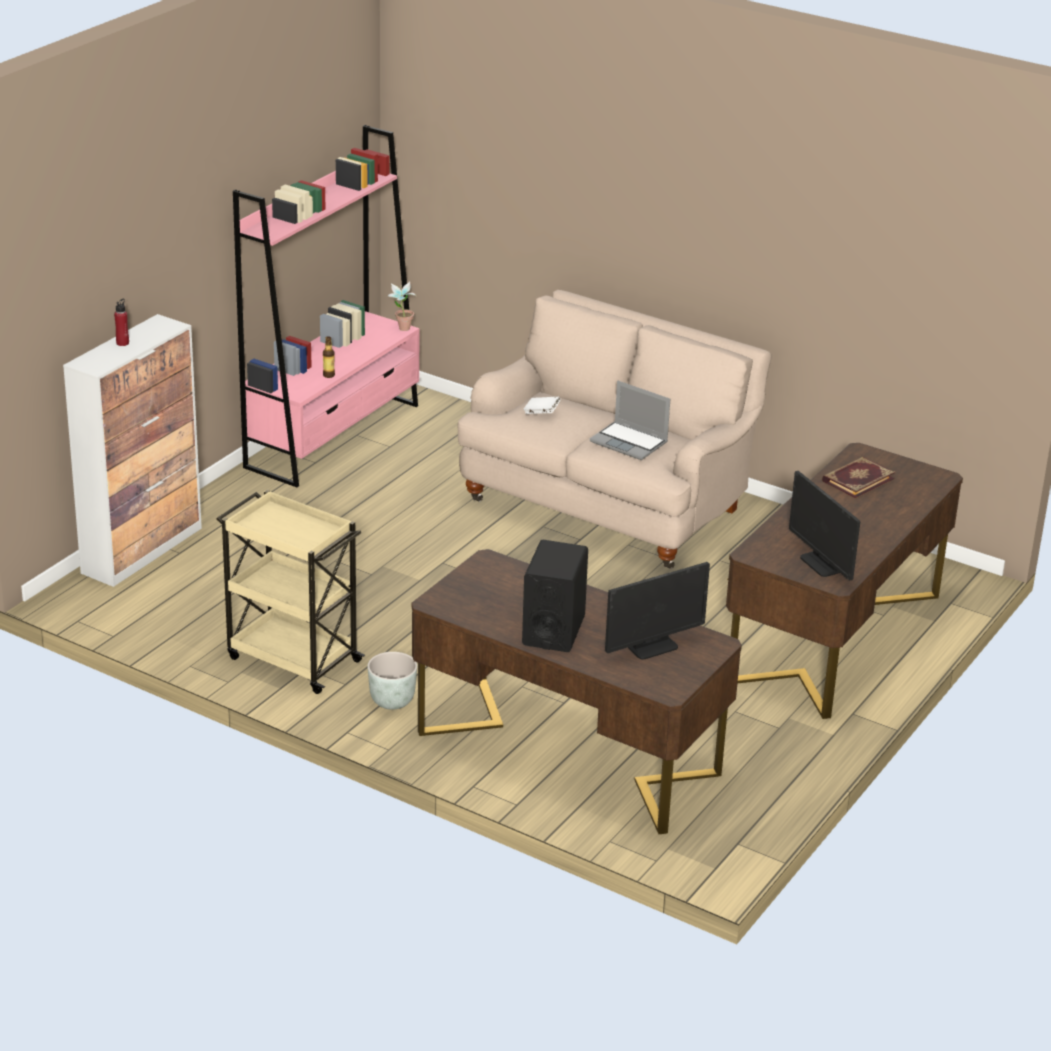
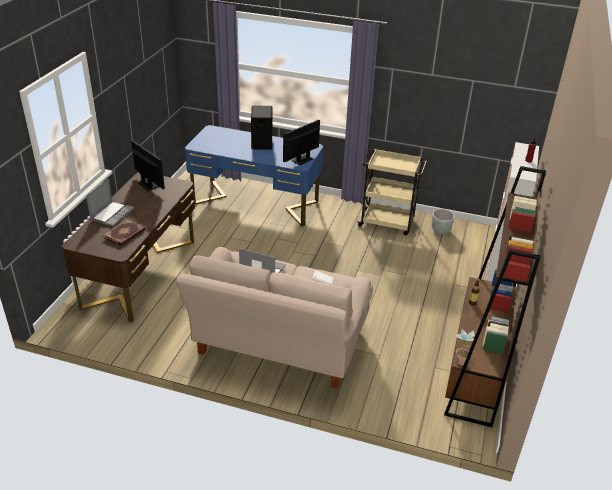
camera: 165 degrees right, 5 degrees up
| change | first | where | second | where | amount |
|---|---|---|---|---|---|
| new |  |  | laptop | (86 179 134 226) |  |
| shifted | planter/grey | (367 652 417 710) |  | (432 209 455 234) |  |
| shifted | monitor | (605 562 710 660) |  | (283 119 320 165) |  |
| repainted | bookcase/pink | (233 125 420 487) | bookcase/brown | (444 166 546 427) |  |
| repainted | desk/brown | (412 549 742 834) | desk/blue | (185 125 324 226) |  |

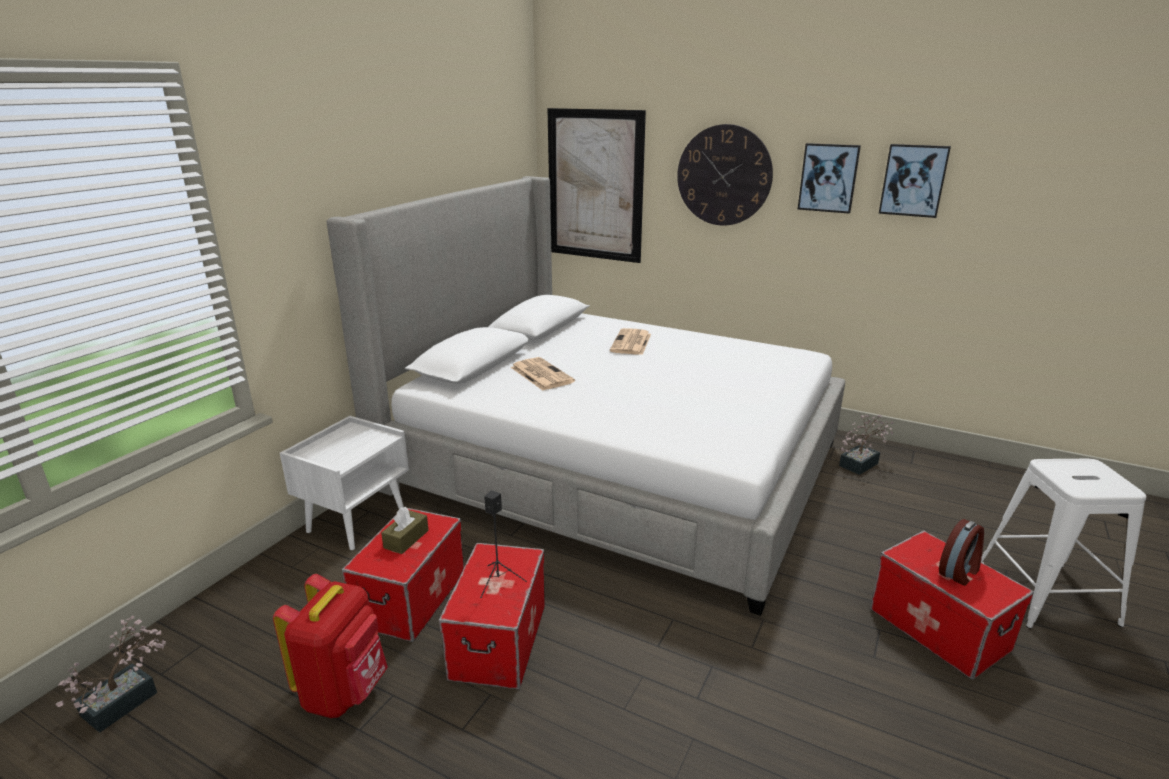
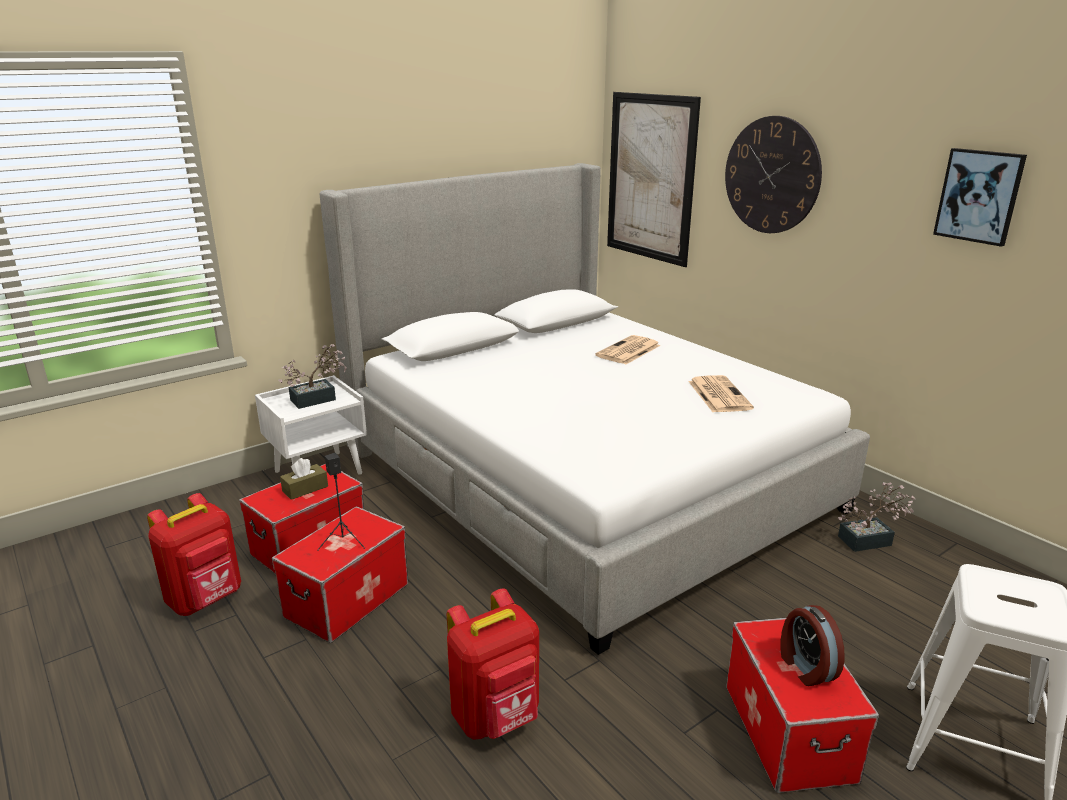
camera: 25 degrees right, 0 degrees up
| change | first | where | second | where | amount |
|---|---|---|---|---|---|
| gone | picture | (798 143 861 214) |  |  |  |
| new |  |  | backpack/red | (447 588 539 740) |  |
| shifted | potted plant | (56 616 166 733) |  | (279 344 347 409) |  |
| shifted | newspaper | (510 357 575 391) |  | (688 375 754 412) |  |
| rotated | alarm clock | (939 519 984 586) |  | (781 605 845 686) | 90 degrees clockwise |

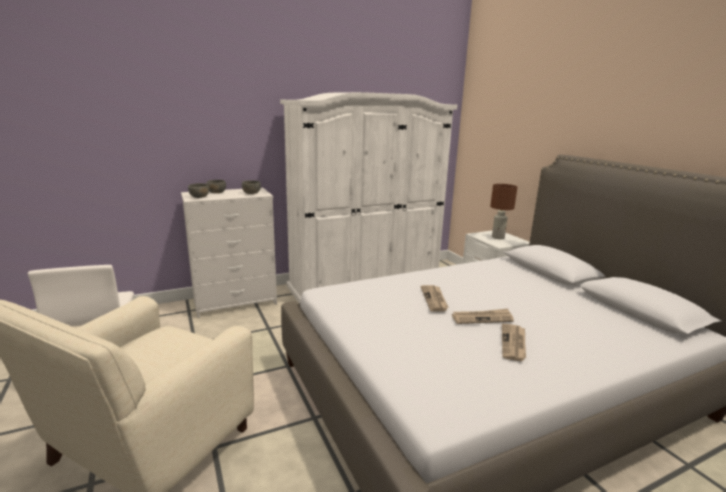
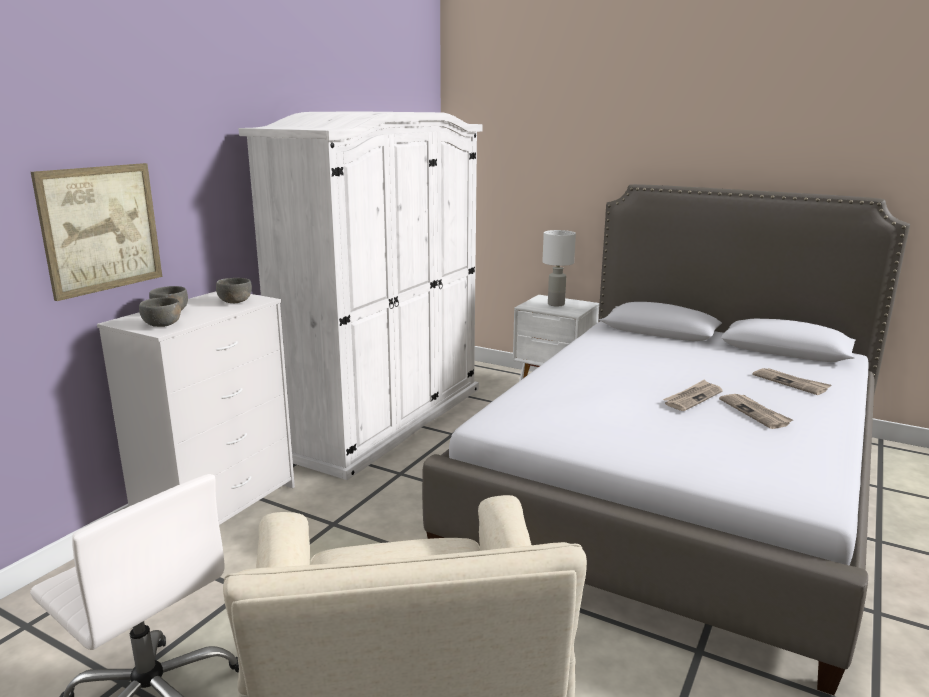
camera: 35 degrees left, 0 degrees up
| change | first | where | second | where | amount |
|---|---|---|---|---|---|
| new |  |  | picture | (31 163 162 301) |  |
| shifted | newspaper | (421 285 449 312) |  | (752 368 831 395) |  |
| repainted | table lamp/brown | (490 184 517 239) | table lamp/white | (542 230 576 306) |  |

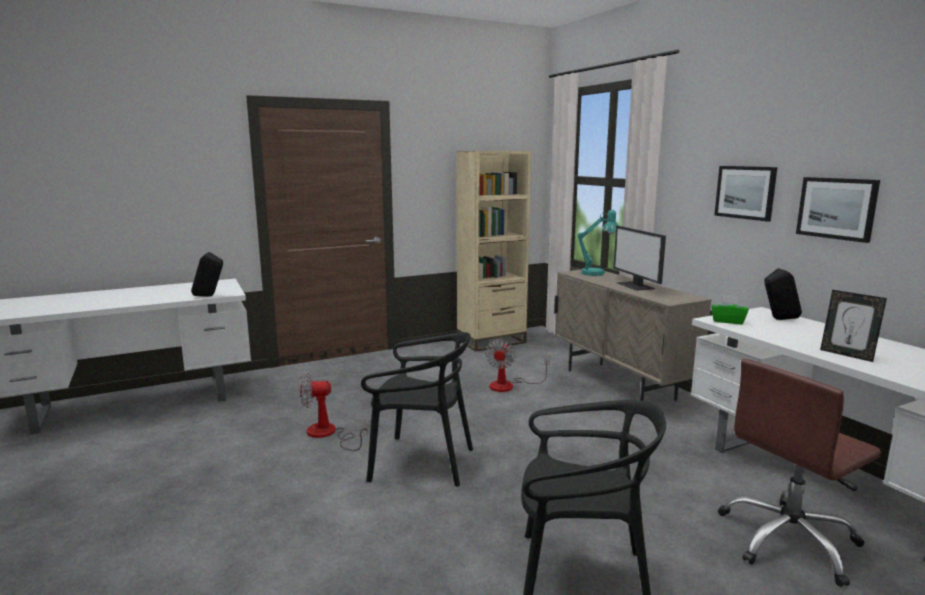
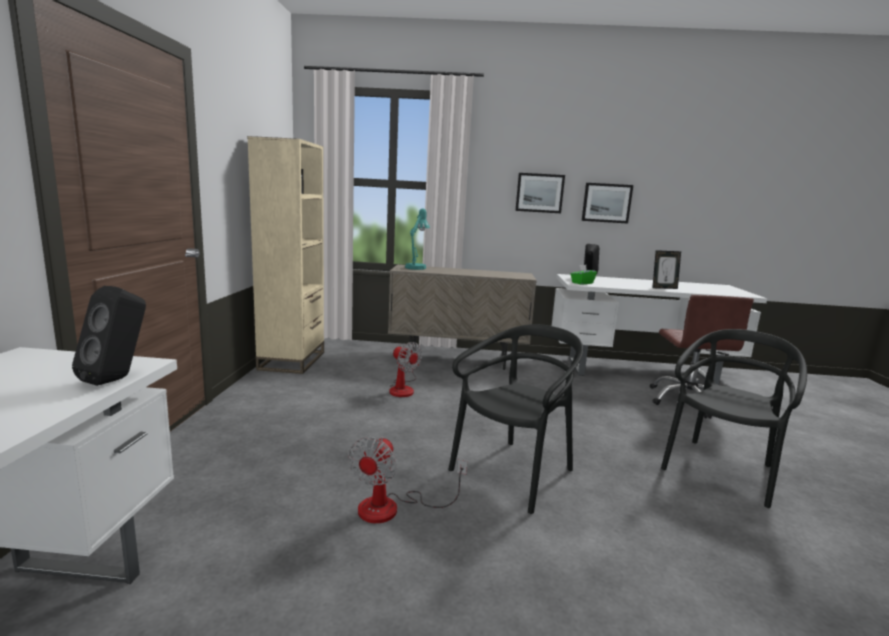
camera: 60 degrees left, 0 degrees up
| change | first | where | second | where | amount |
|---|---|---|---|---|---|
| gone | monitor | (614 226 666 291) |  |  |  |

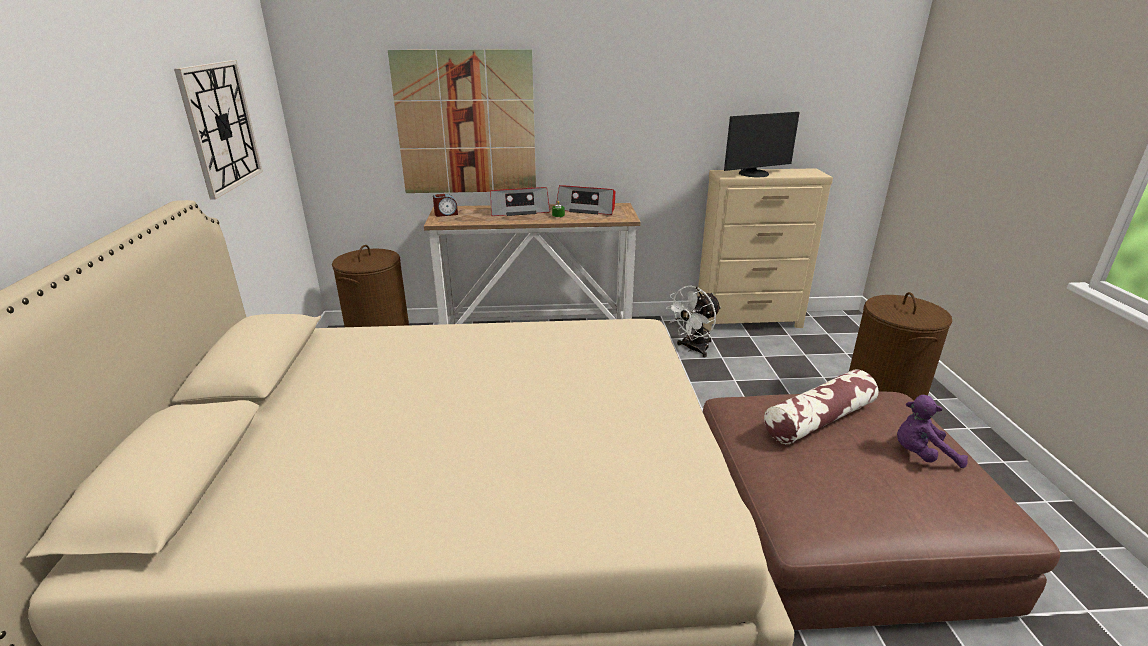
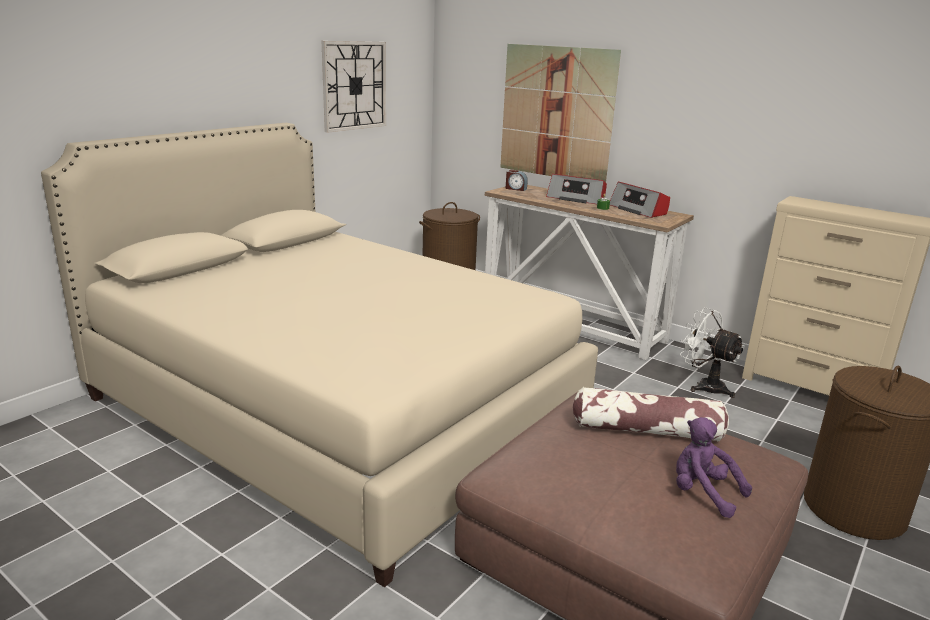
camera: 40 degrees right, 5 degrees down
| change | first | where | second | where | amount |
|---|---|---|---|---|---|
| gone | monitor | (724 112 800 177) |  |  |  |
| rotated | fan/white | (666 285 721 357) |  | (680 307 744 398) | 45 degrees clockwise |

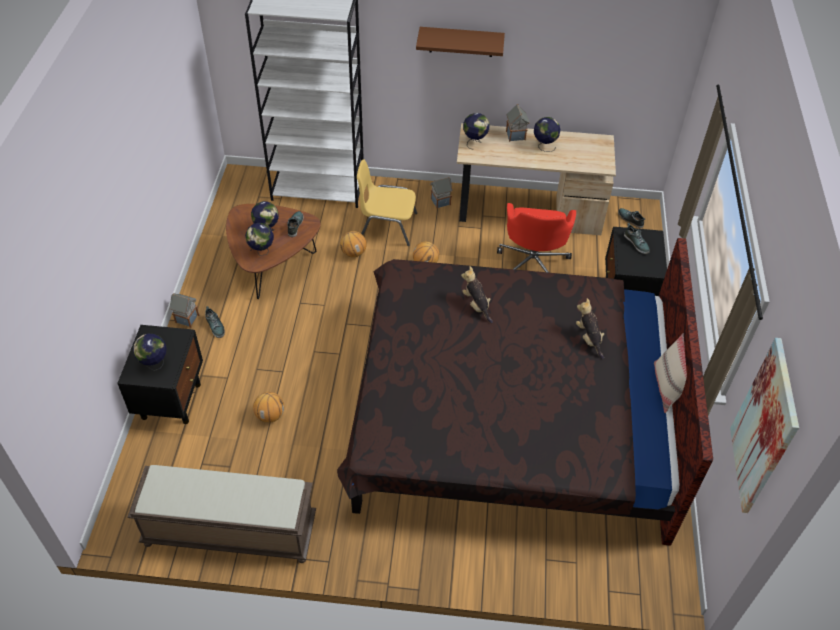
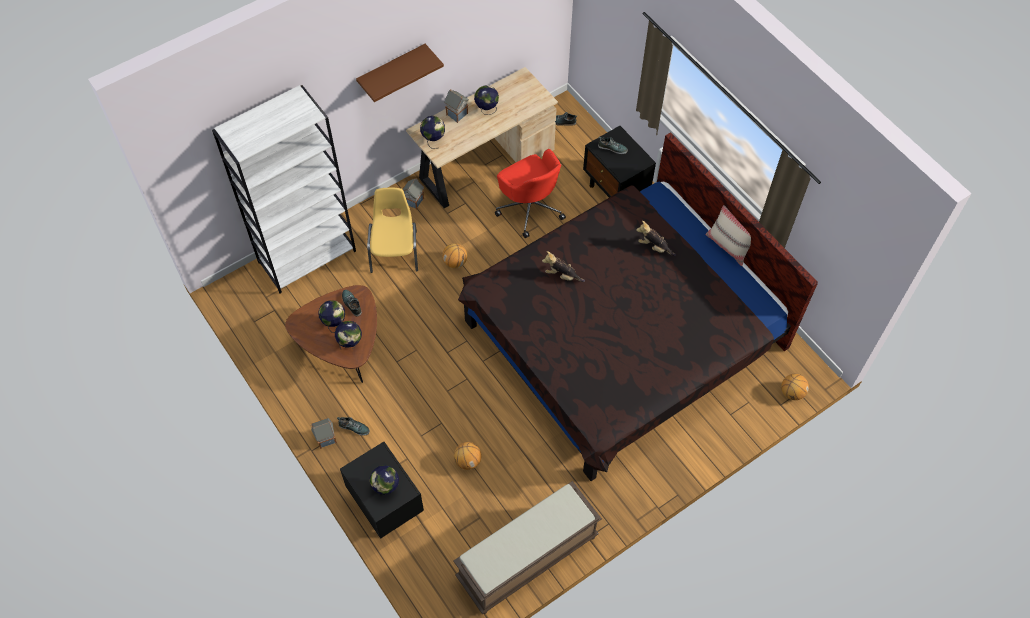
camera: 40 degrees left, 10 degrees up
| change | first | where | second | where | amount |
|---|---|---|---|---|---|
| gone | picture | (730 338 799 513) |  |  |  |
| shifted | basketball | (340 231 367 257) |  | (781 374 809 400) |  |
| rotated | chair/yellow | (357 159 417 246) |  | (367 188 418 273) | 120 degrees clockwise |

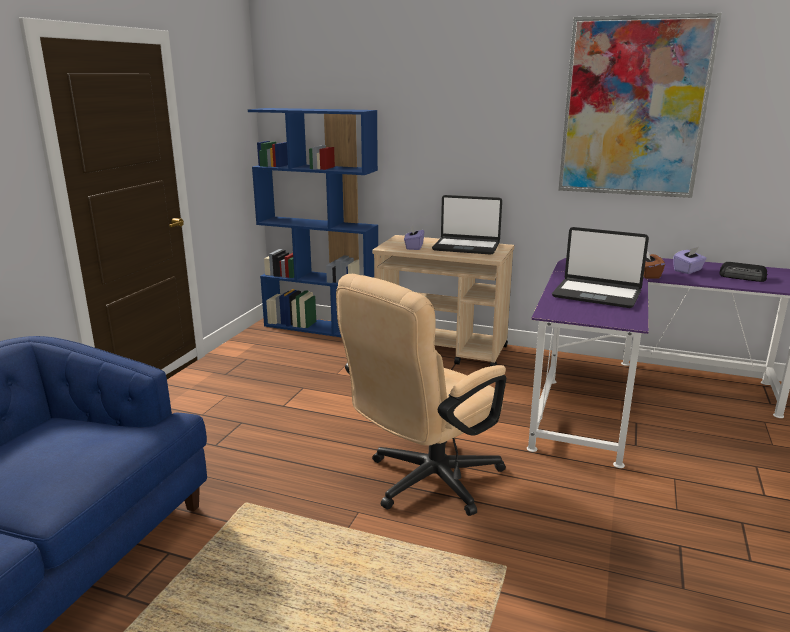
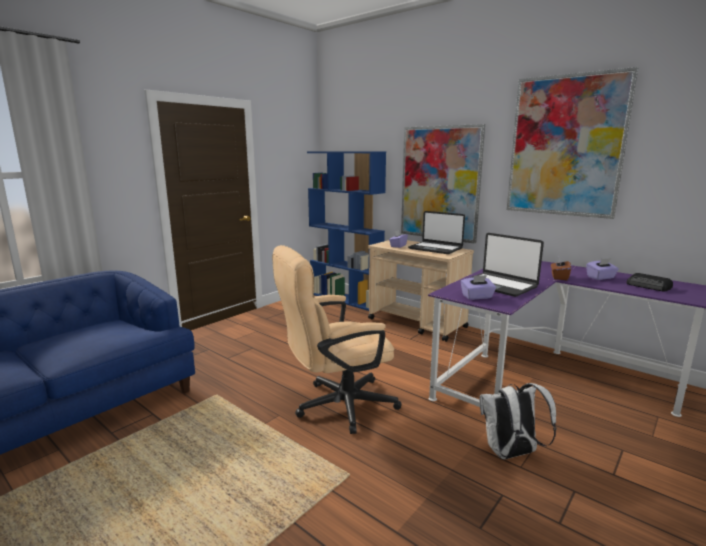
camera: 20 degrees right, 5 degrees down
| change | first | where | second | where | amount |
|---|---|---|---|---|---|
| new |  |  | picture | (401 124 485 244) |  |
| new |  |  | tissue box/purple | (461 275 496 300) |  |
| new |  |  | backpack/white | (480 383 556 459) |  |

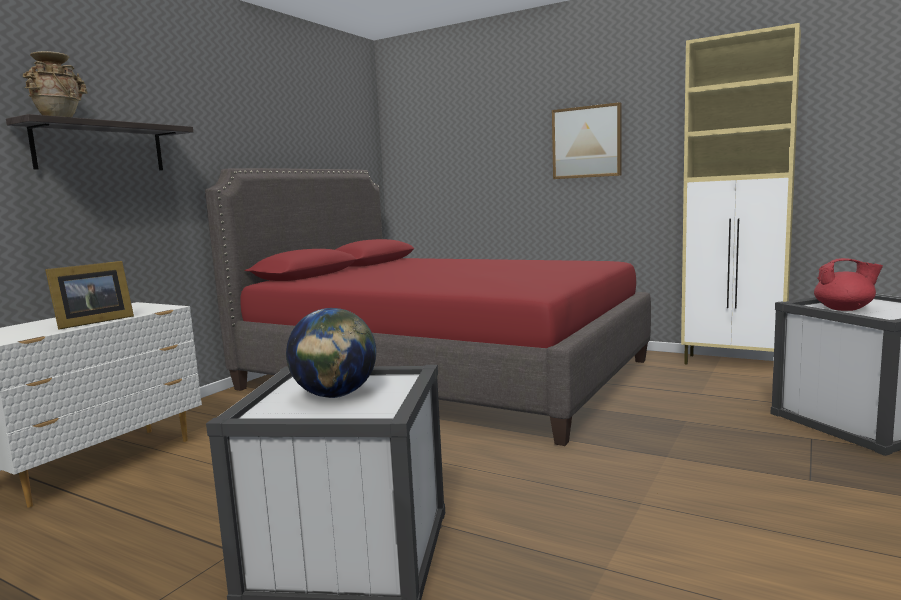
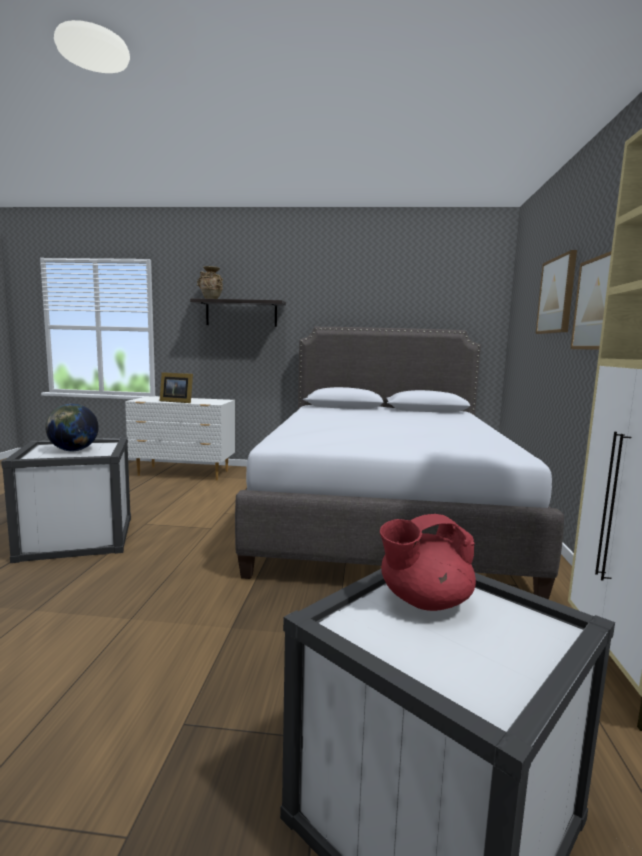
camera: 65 degrees right, 0 degrees up
| change | first | where | second | where | amount |
|---|---|---|---|---|---|
| new |  |  | picture | (536 250 577 334) |  |
| repainted | bed/red | (205 168 651 446) | bed/grey | (235 327 564 600) |  |
| rotated | teapot/red | (814 258 883 311) |  | (380 514 476 611) | 75 degrees clockwise |

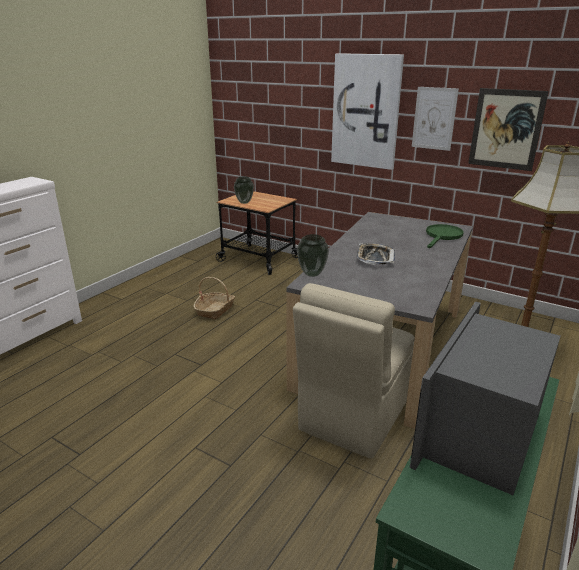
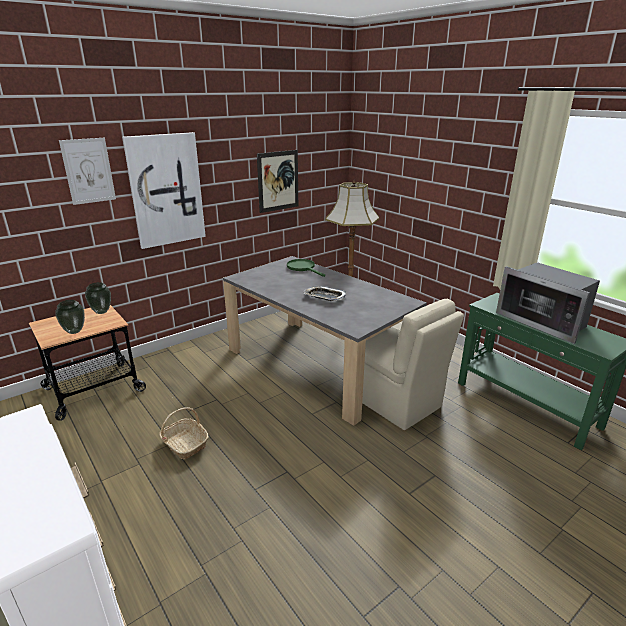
camera: 70 degrees left, 0 degrees up
| change | first | where | second | where | amount |
|---|---|---|---|---|---|
| shifted | vase | (297 234 329 277) |  | (85 282 111 314) |  |
| shifted | picture | (412 87 459 151) |  | (59 138 116 205) |  |

